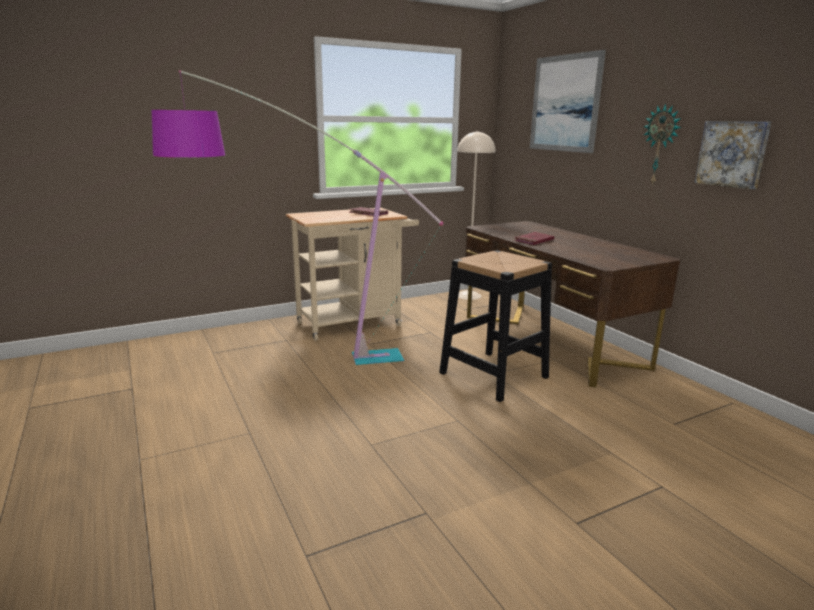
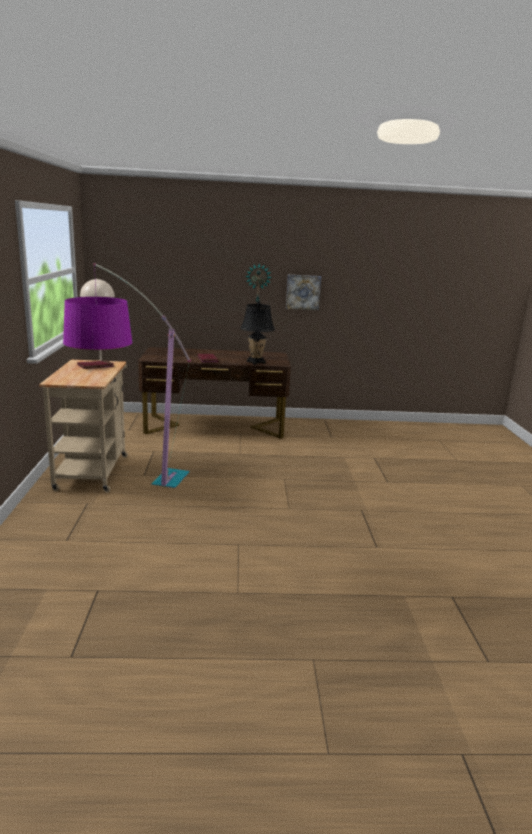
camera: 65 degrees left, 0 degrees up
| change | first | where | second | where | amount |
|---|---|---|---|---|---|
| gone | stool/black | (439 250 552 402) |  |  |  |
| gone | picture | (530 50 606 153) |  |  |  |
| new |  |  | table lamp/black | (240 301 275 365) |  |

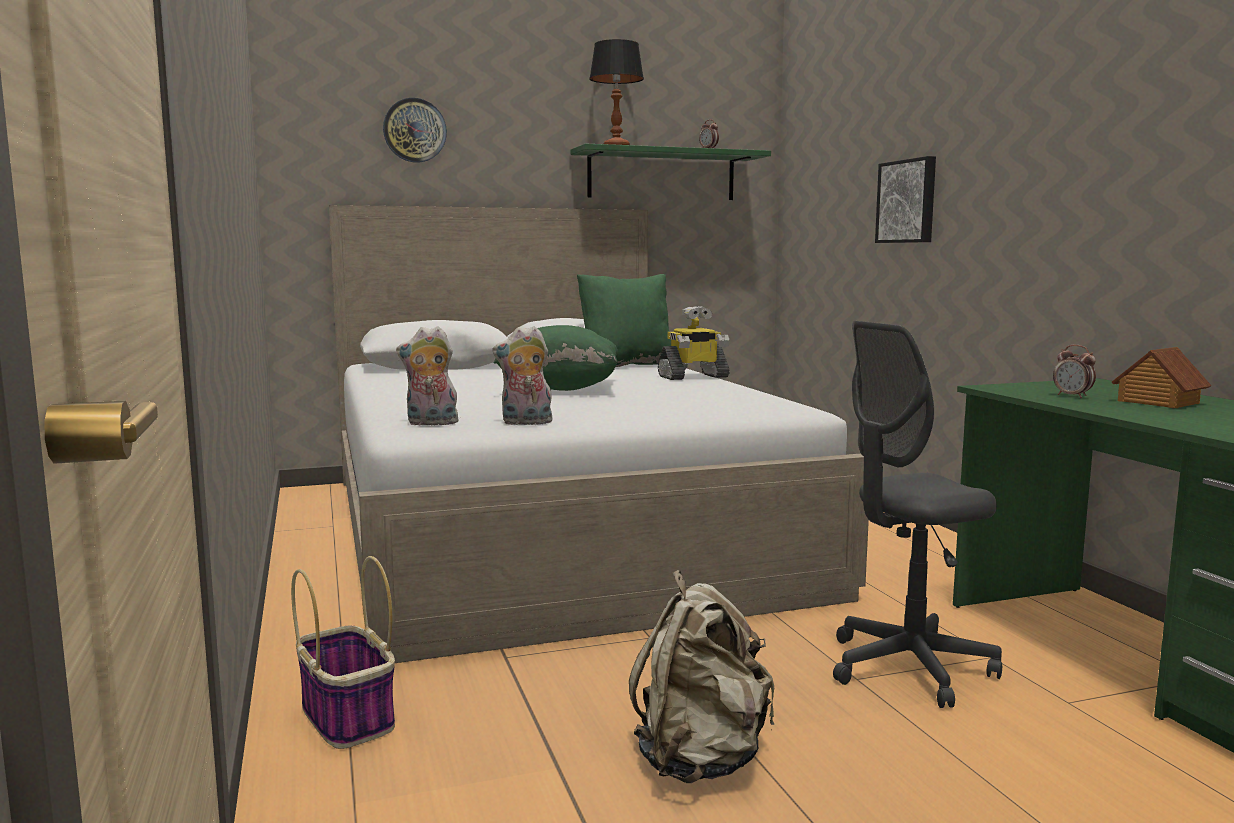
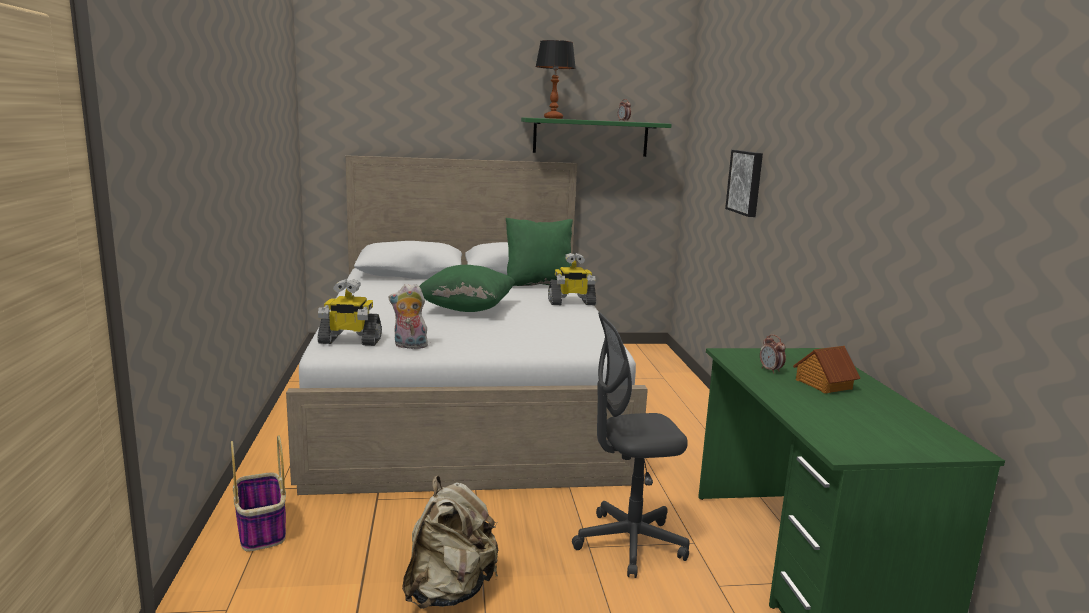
camera: 10 degrees right, 5 degrees up
| change | first | where | second | where | amount |
|---|---|---|---|---|---|
| gone | wall clock | (383 98 447 163) |  |  |  |
| swapped | plush toy | (396 326 458 425) | toy robot | (317 279 382 346) |  |

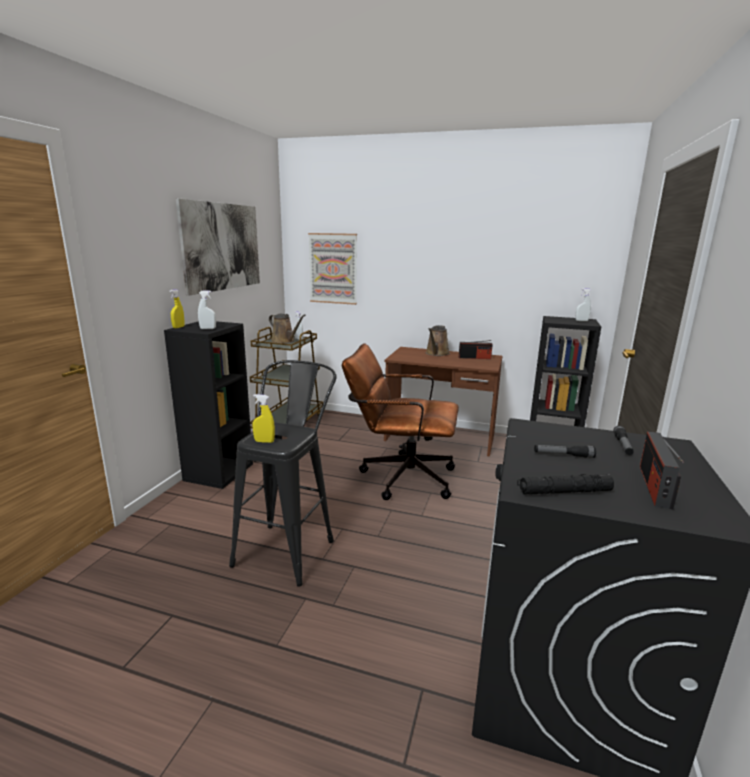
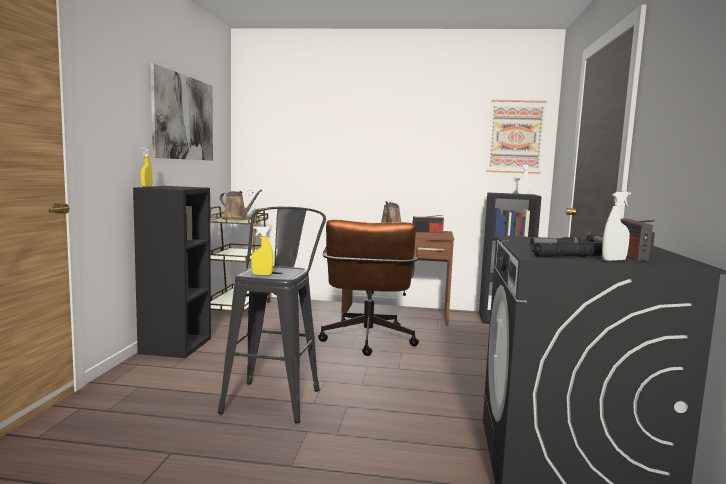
camera: 10 degrees left, 10 degrees down
| change | first | where | second | where | amount |
|---|---|---|---|---|---|
| shifted | spray bottle/white | (198 290 216 329) |  | (602 192 631 261) |  |
| shifted | picture | (308 233 357 305) |  | (487 100 547 174) |  |
| rotated | office chair/brown | (342 343 459 500) |  | (318 219 419 356) | 90 degrees counterclockwise |

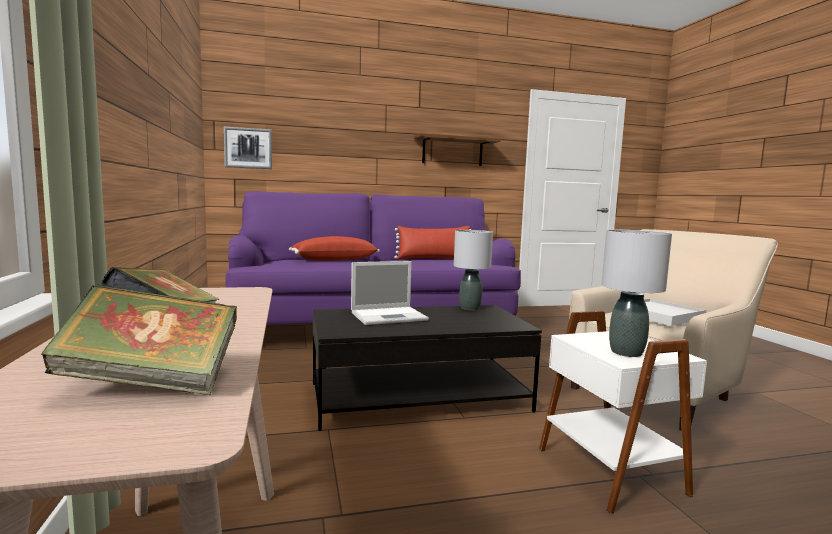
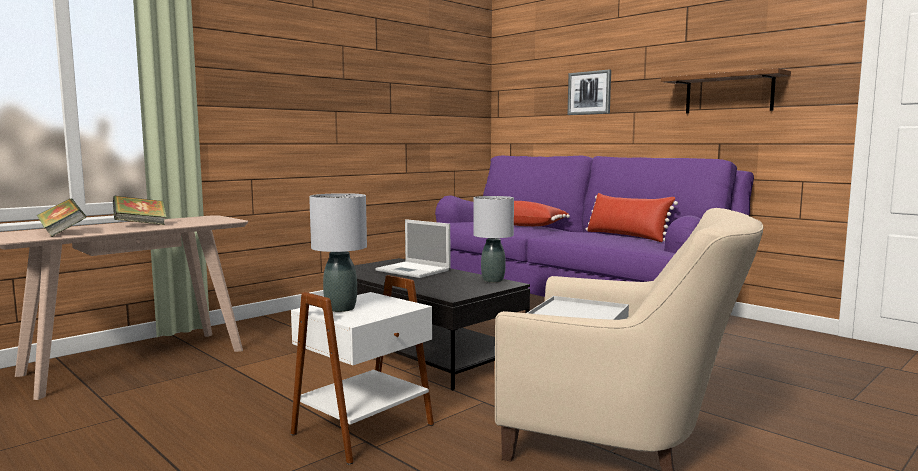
camera: 60 degrees right, 0 degrees up
| change | first | where | second | where | amount |
|---|---|---|---|---|---|
| shifted | picture | (224 127 272 169) |  | (568 69 611 115) |  |

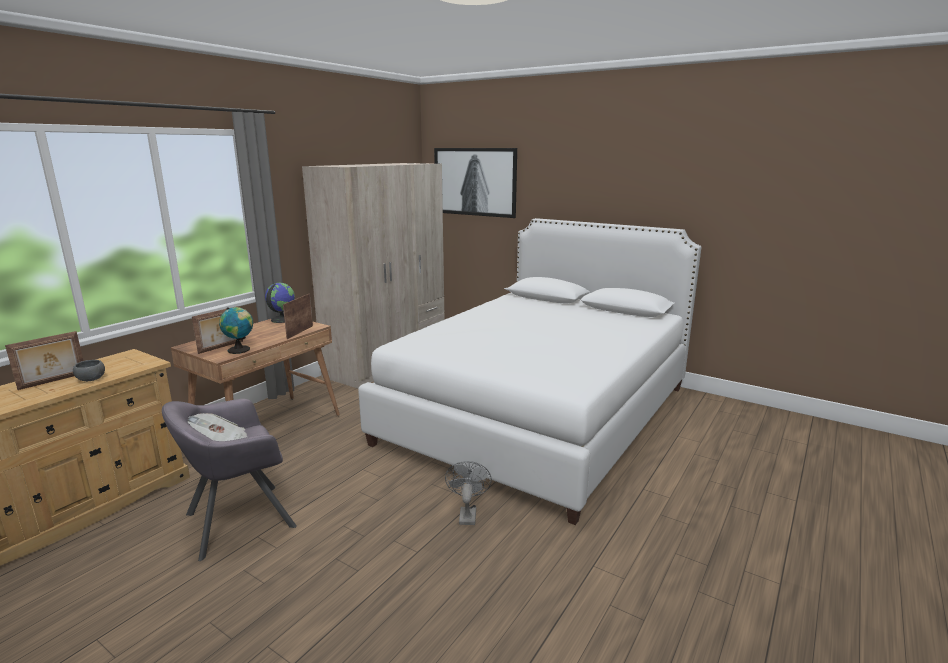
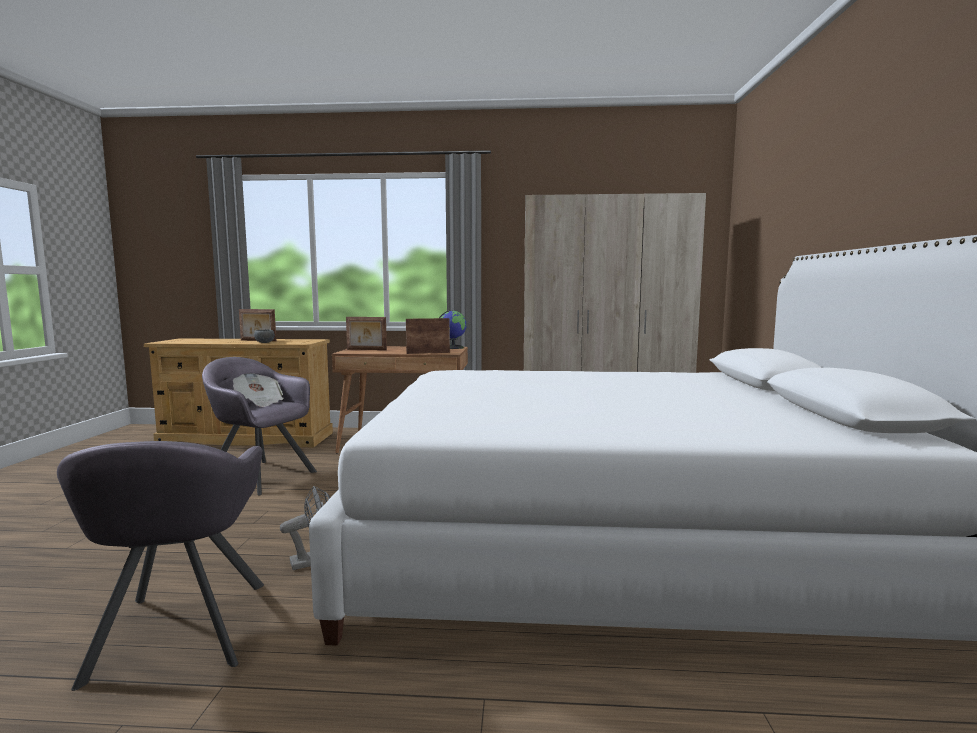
camera: 60 degrees right, 10 degrees down
| change | first | where | second | where | amount |
|---|---|---|---|---|---|
| gone | globe | (219 307 253 354) |  |  |  |
| gone | picture | (434 148 517 218) |  |  |  |
| new |  |  | armchair/grey | (57 441 264 691) |  |

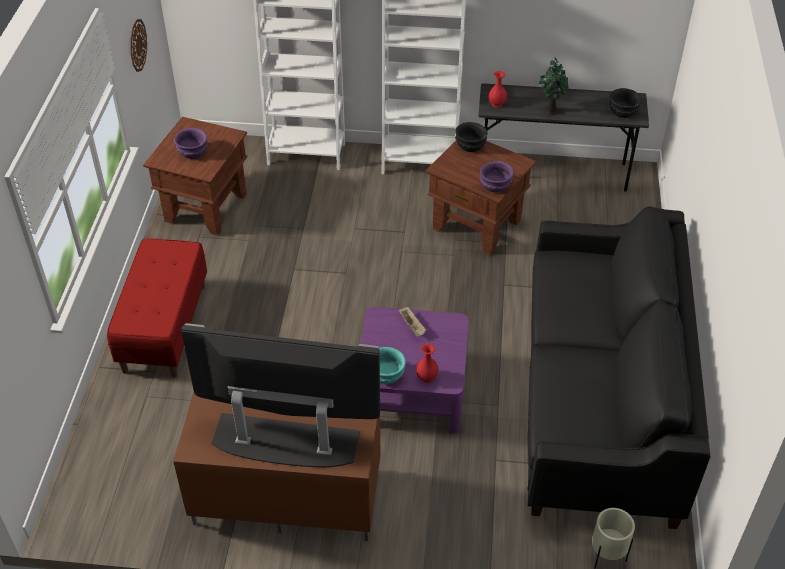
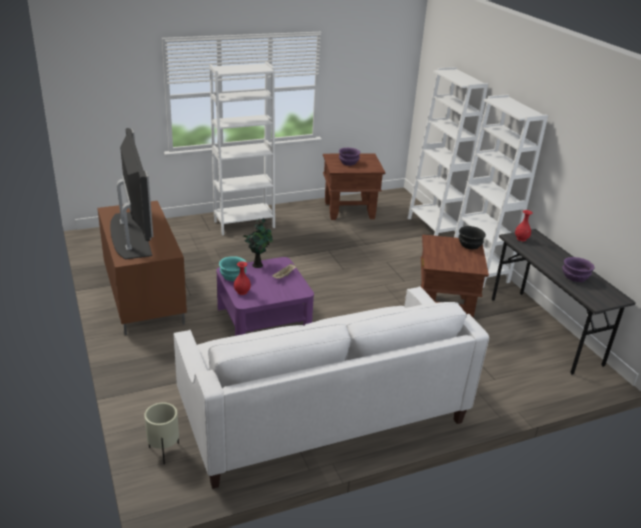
camera: 60 degrees right, 15 degrees down
| change | first | where | second | where | amount |
|---|---|---|---|---|---|
| gone | wall clock | (130 19 147 72) |  |  |  |
| gone | bowl/black | (609 88 642 118) |  |  |  |
| shifted | bowl/purple | (480 161 514 192) |  | (562 257 595 282) |  |
| shifted | potted plant | (539 58 569 115) |  | (243 218 273 268) |  |
| swapped | bench/red | (107 238 207 378) | bookcase/white | (210 62 275 236) |  |
| repainted | sofa/black | (527 206 710 529) | sofa/white | (174 287 489 489) |  |

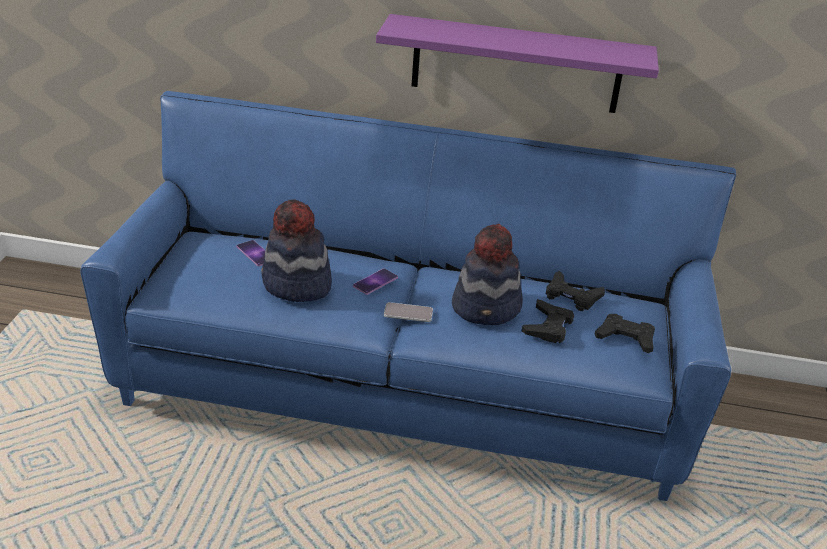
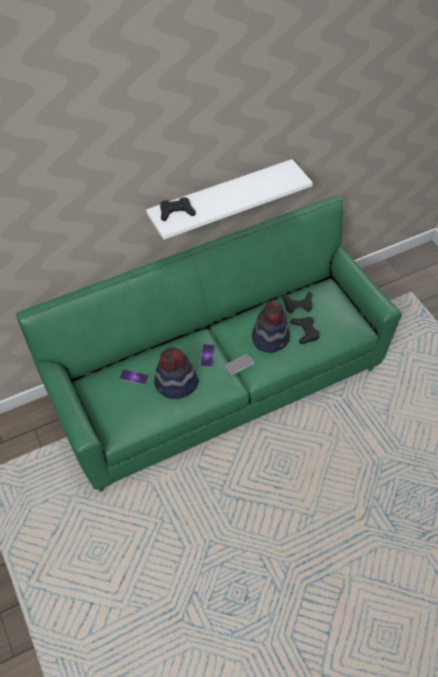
camera: 35 degrees left, 20 degrees up
| change | first | where | second | where | amount |
|---|---|---|---|---|---|
| shifted | game controller/black | (594 314 655 353) |  | (160 197 196 221) |  |
| repainted | sofa/blue | (81 91 736 501) | sofa/green | (16 195 402 492) |  |
| repainted | shelf/purple | (376 14 659 113) | shelf/white | (146 159 313 240) |  |

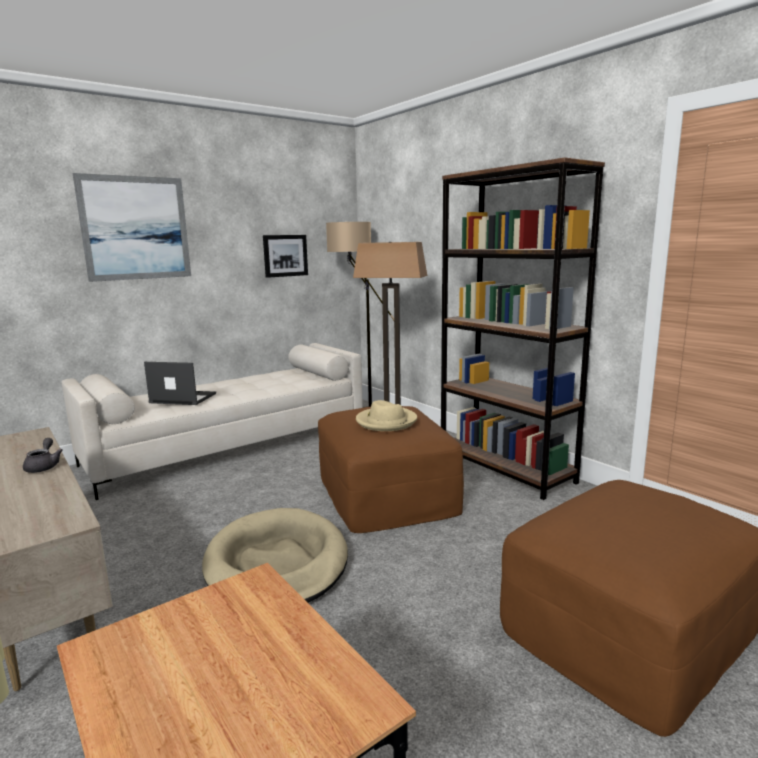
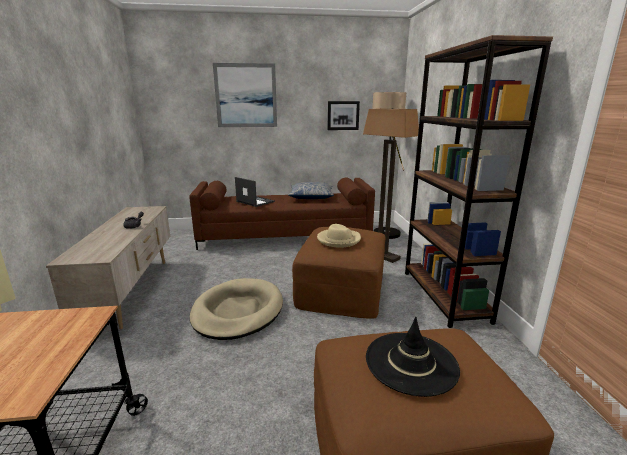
camera: 30 degrees right, 5 degrees up
| change | first | where | second | where | amount |
|---|---|---|---|---|---|
| new |  |  | pillow | (288 182 334 199) |  |
| new |  |  | hat/black | (366 317 460 397) |  |
| repainted | sofa/white | (62 343 363 500) | sofa/brown | (189 177 375 250) |  |

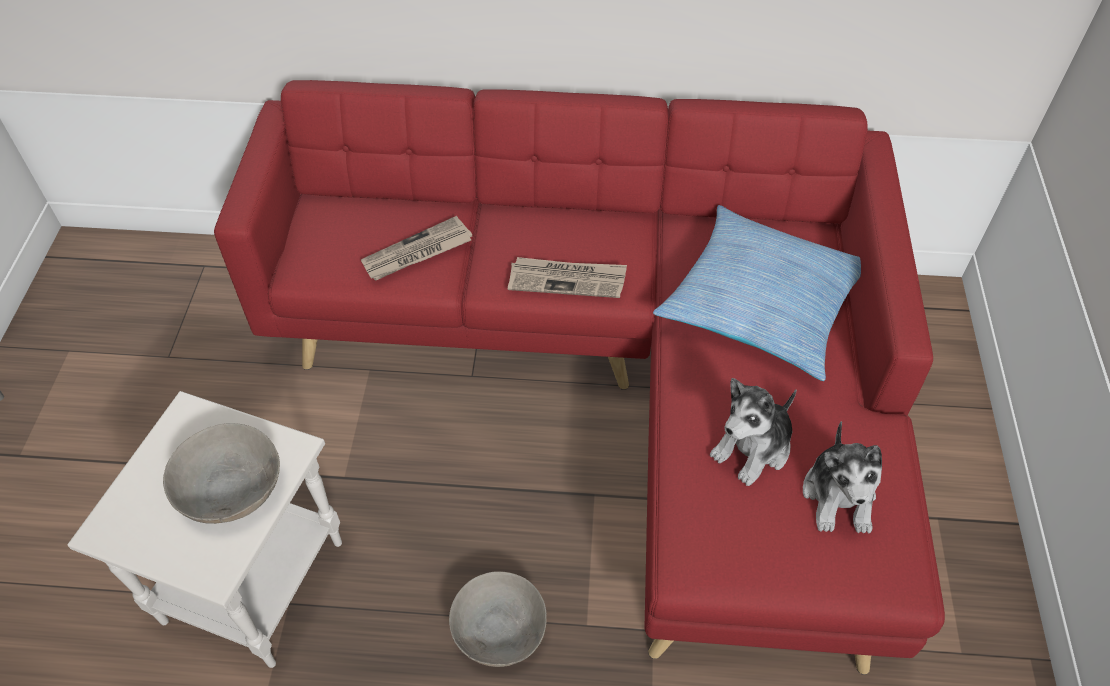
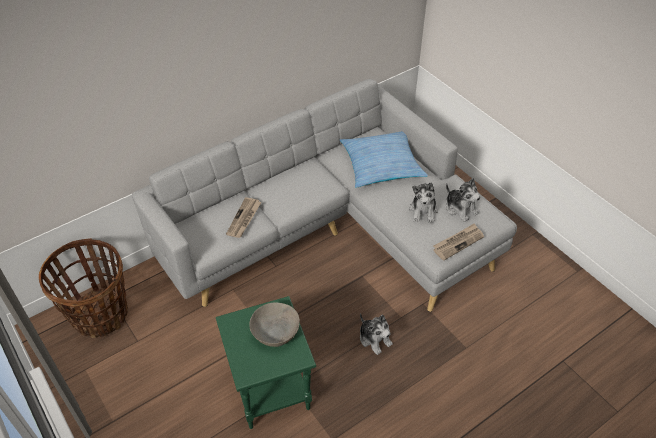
camera: 40 degrees left, 5 degrees down
| change | first | where | second | where | amount |
|---|---|---|---|---|---|
| new |  |  | basket | (39 238 128 338) |  |
| shifted | newspaper | (508 257 627 298) |  | (433 223 484 261) |  |
| swapped | bowl/grey | (449 571 547 667) | plush toy | (360 313 393 355) |  |
| repainted | side table/white | (67 391 342 668) | side table/green | (216 296 316 429) |  |
| repainted | sofa/red | (214 80 945 675) | sofa/grey | (132 79 517 312) |  |

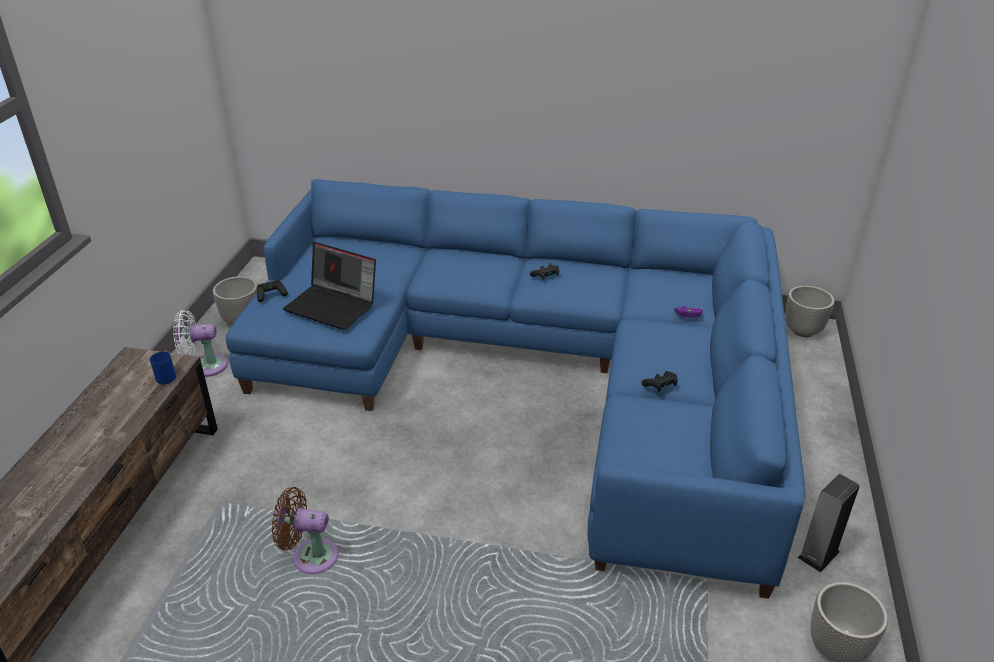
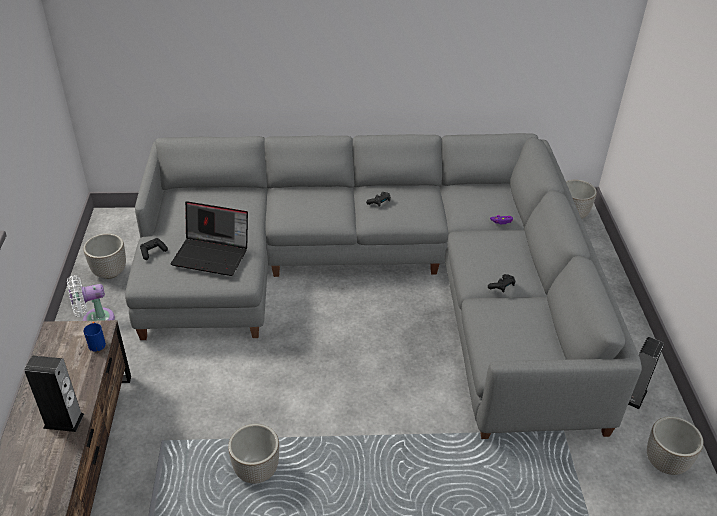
camera: 15 degrees left, 5 degrees up
| change | first | where | second | where | amount |
|---|---|---|---|---|---|
| new |  |  | speaker | (24 355 84 432) |  |
| swapped | fan/brown | (272 487 339 574) | planter | (228 424 279 484) |  |
| repainted | sofa/blue | (226 179 805 599) | sofa/grey | (125 133 642 439) |  |

